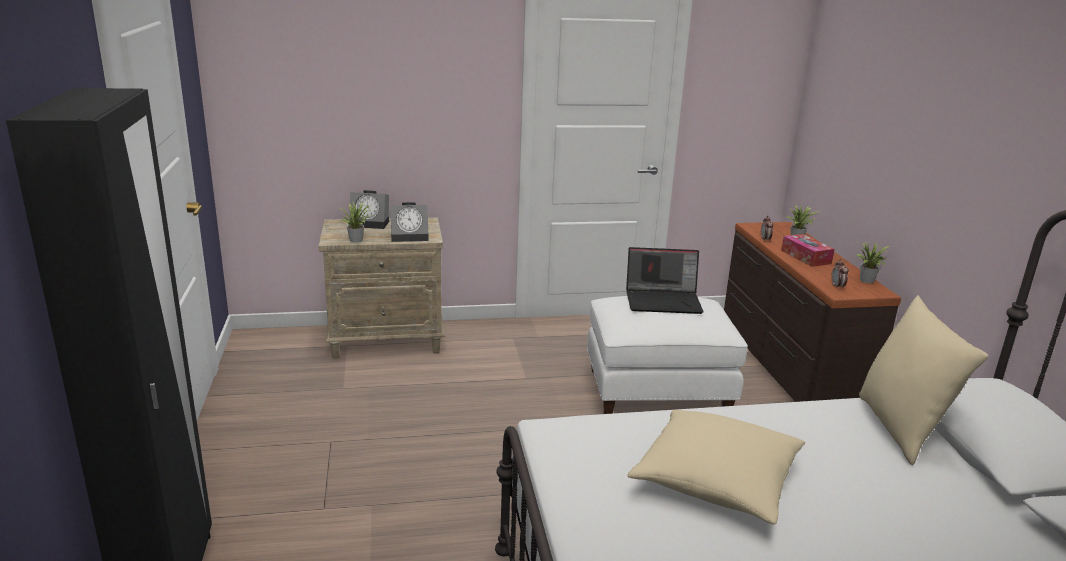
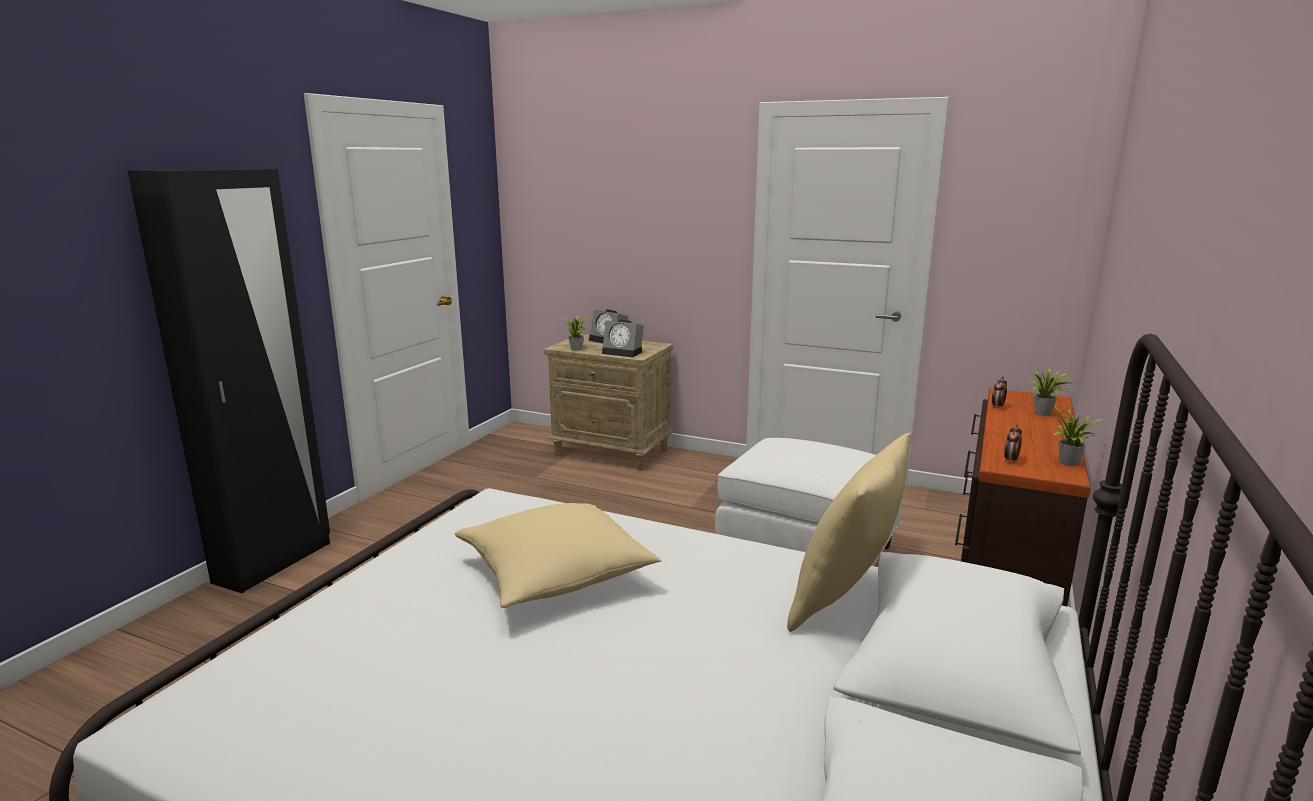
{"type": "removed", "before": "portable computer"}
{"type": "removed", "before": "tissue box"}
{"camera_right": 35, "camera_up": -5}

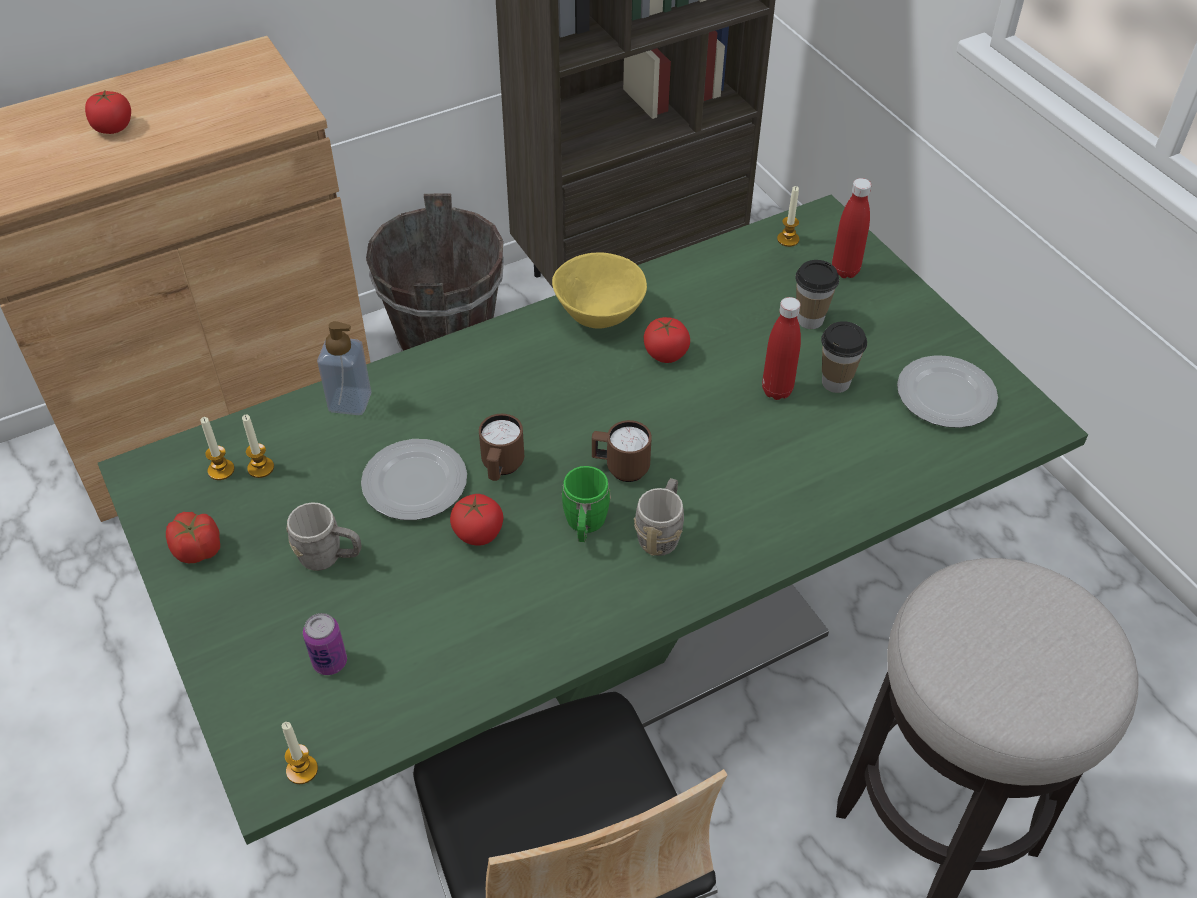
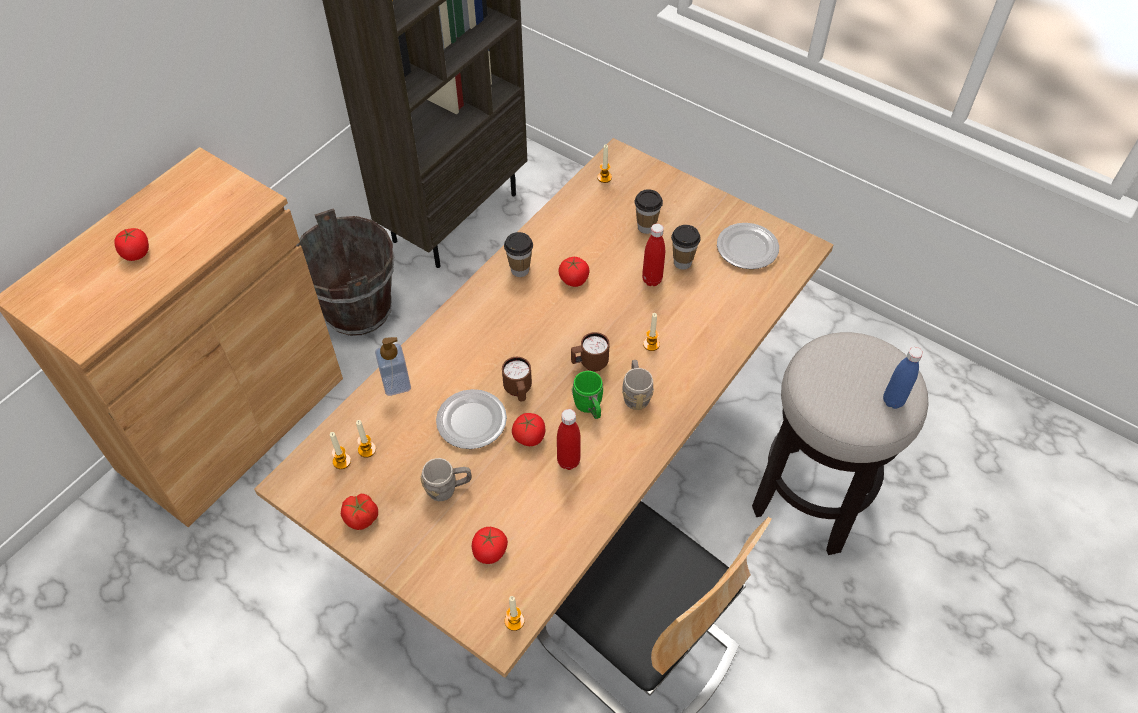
{"type": "added", "after": "candle (5th from left)"}
{"type": "added", "after": "blue-coloured bottle"}
{"type": "moved", "before": "red bottle (2nd from left in the first image)", "after": "red bottle (1st from left)"}
{"type": "replaced", "before": "sealed can", "after": "tomato (3rd from left)"}
{"type": "replaced", "before": "yellow-coloured deep dish", "after": "small cup (1st from left)"}
{"type": "recoloured", "before": "green dining table", "after": "beige dining table"}
{"camera_right": -25, "camera_up": 5}

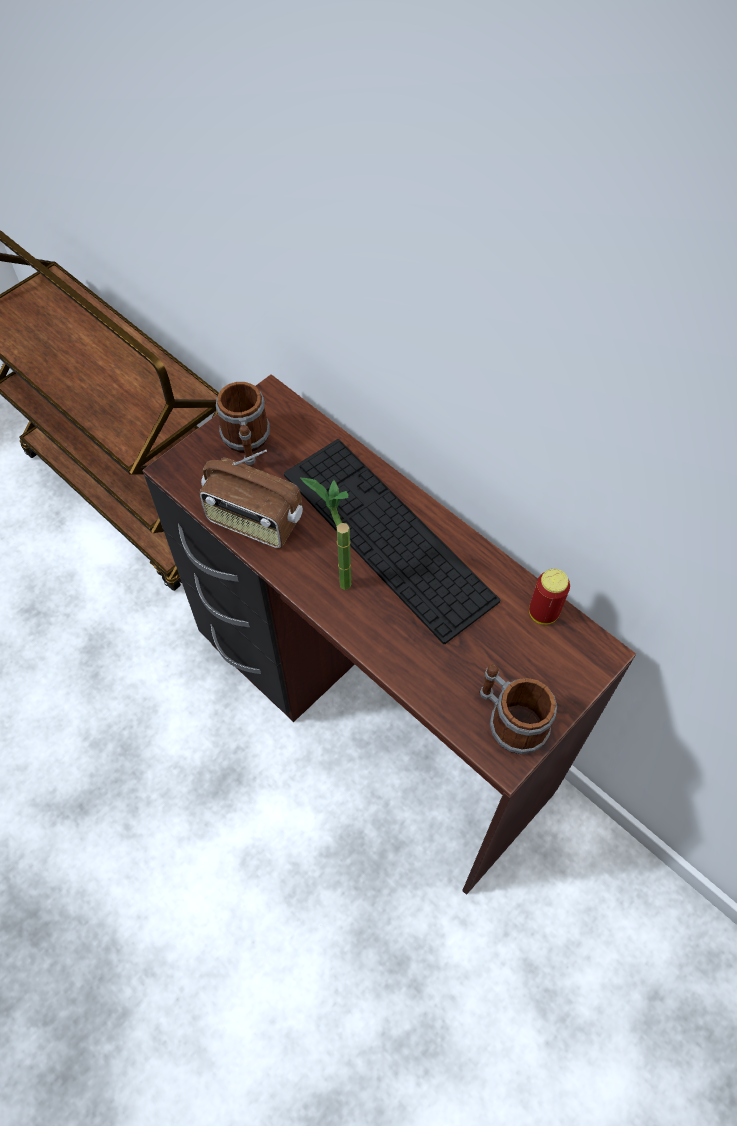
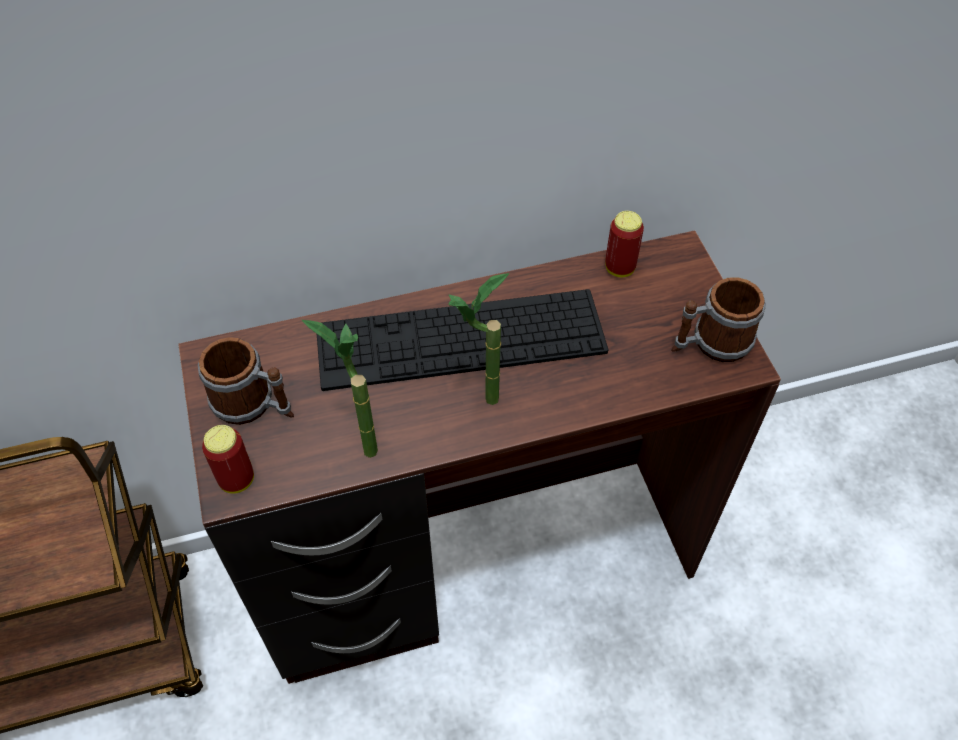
{"type": "added", "after": "sealed can (1st from left)"}
{"type": "replaced", "before": "radio receiver", "after": "houseplant (1st from left)"}
{"camera_right": -60, "camera_up": -5}

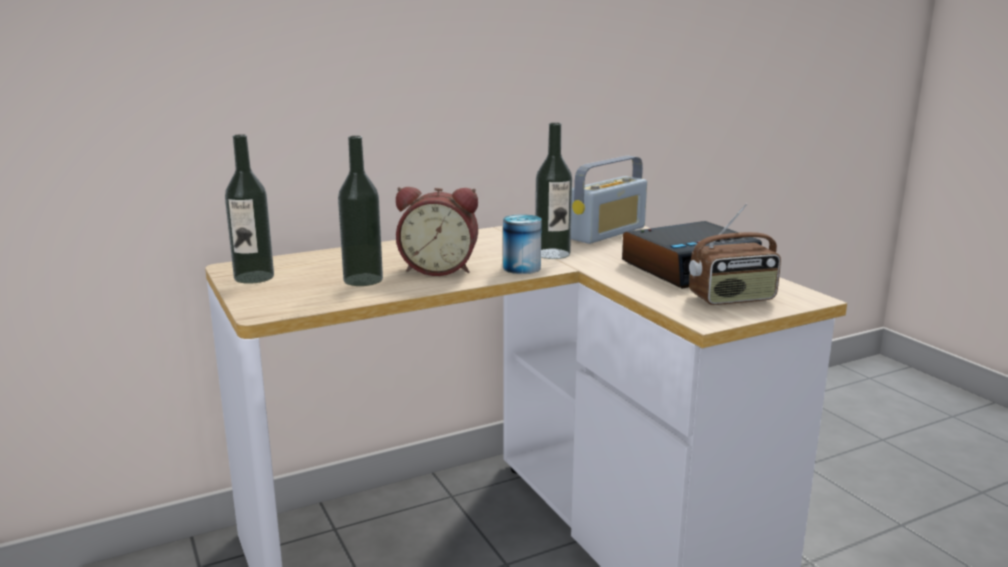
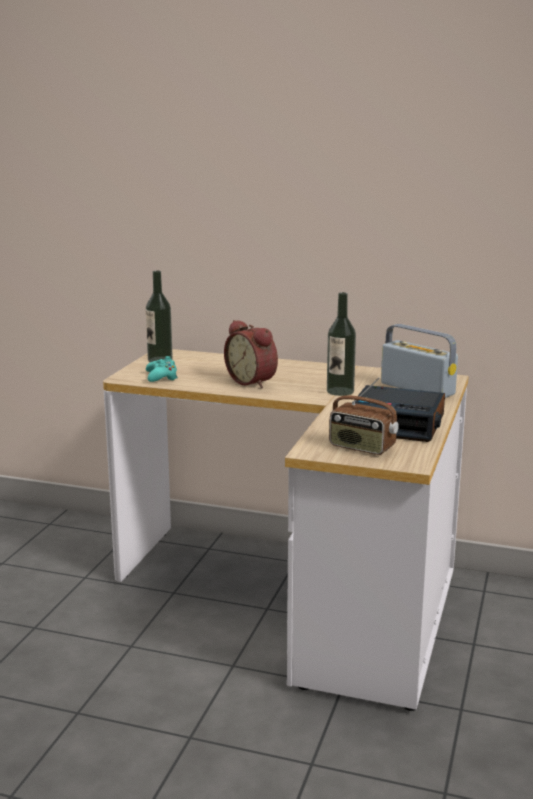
{"type": "removed", "before": "bottle (2nd from left)"}
{"type": "removed", "before": "sealed can"}
{"type": "added", "after": "blue-green gamepad"}
{"type": "turned", "before": "radio receiver (1st from left in the first image)", "turn": -135}
{"camera_right": 45, "camera_up": 0}

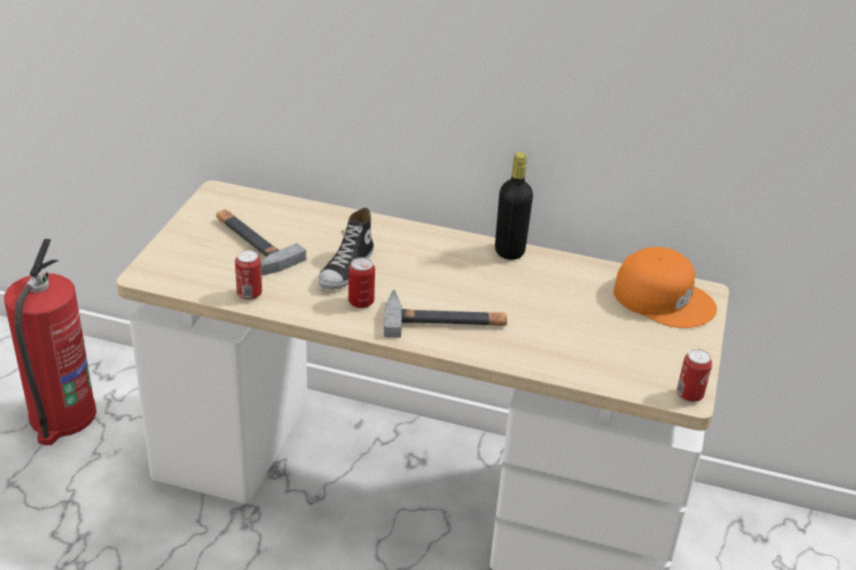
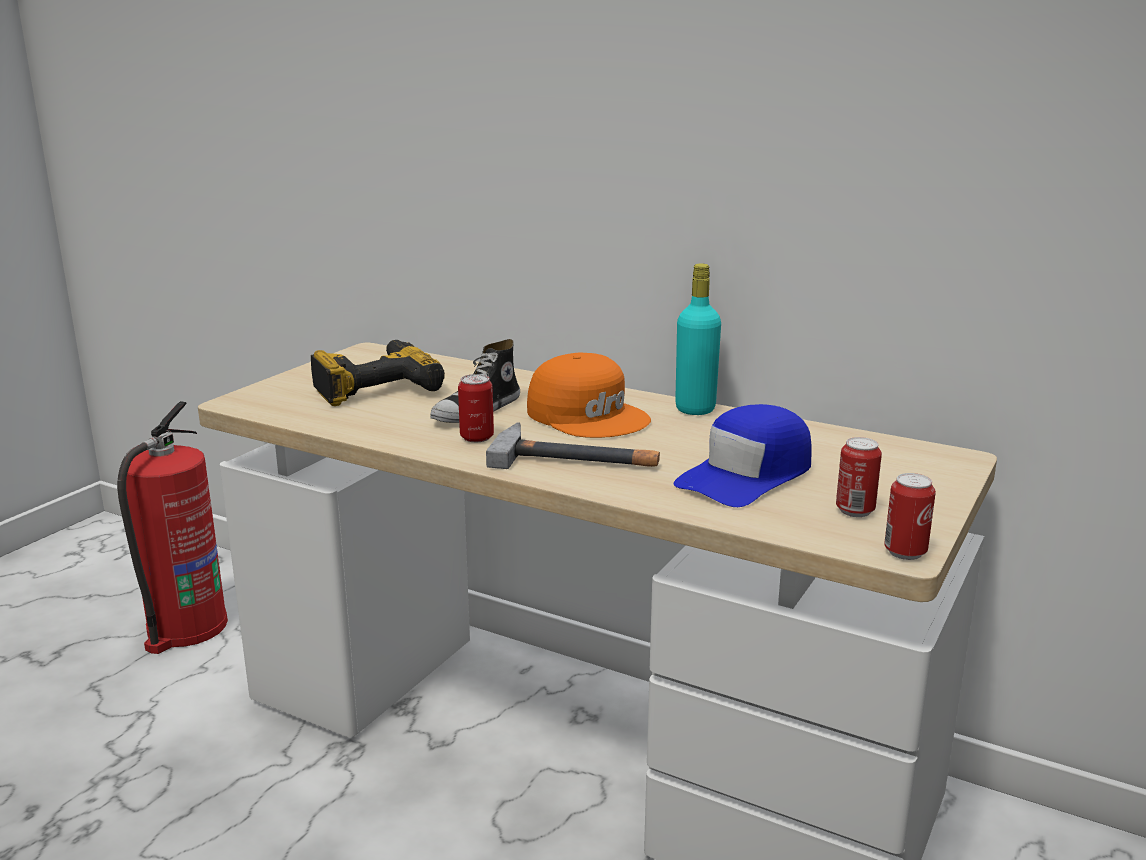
{"type": "added", "after": "blue-coloured peaked cap"}
{"type": "moved", "before": "sealed can (1st from left in the first image)", "after": "sealed can (2nd from left)"}
{"type": "moved", "before": "orangey peaked cap"}
{"type": "replaced", "before": "hammer (1st from left)", "after": "electric drill"}
{"type": "recoloured", "before": "black bottle", "after": "blue-green bottle"}
{"camera_right": 15, "camera_up": -15}

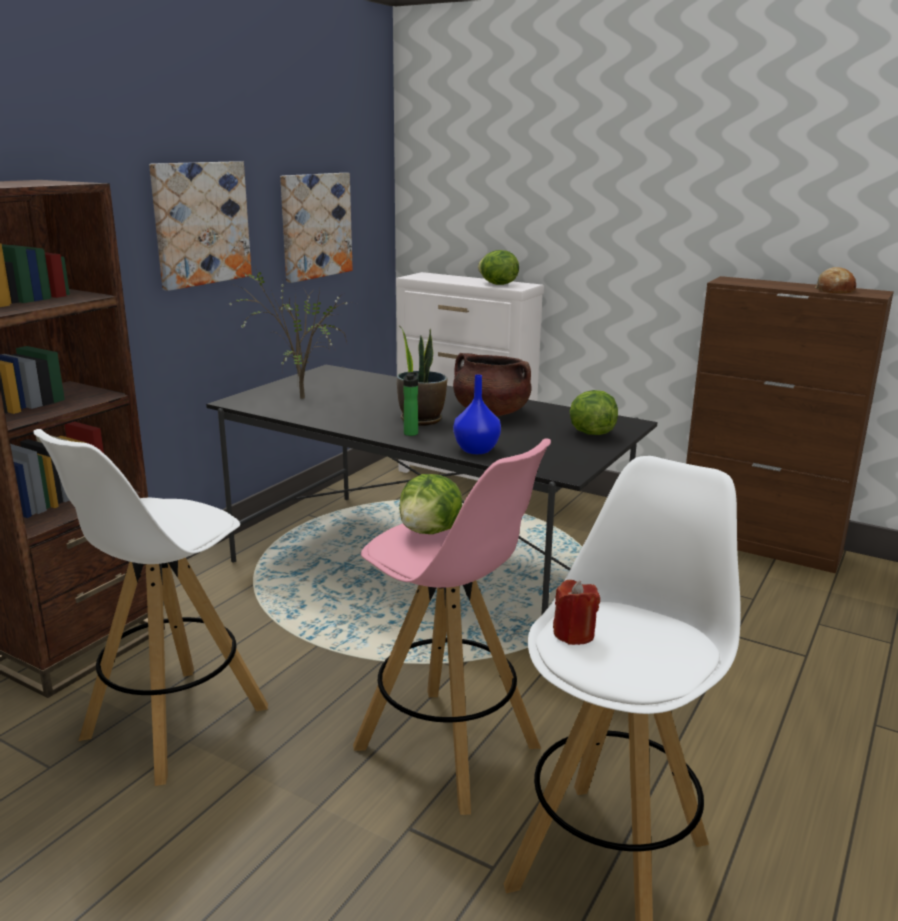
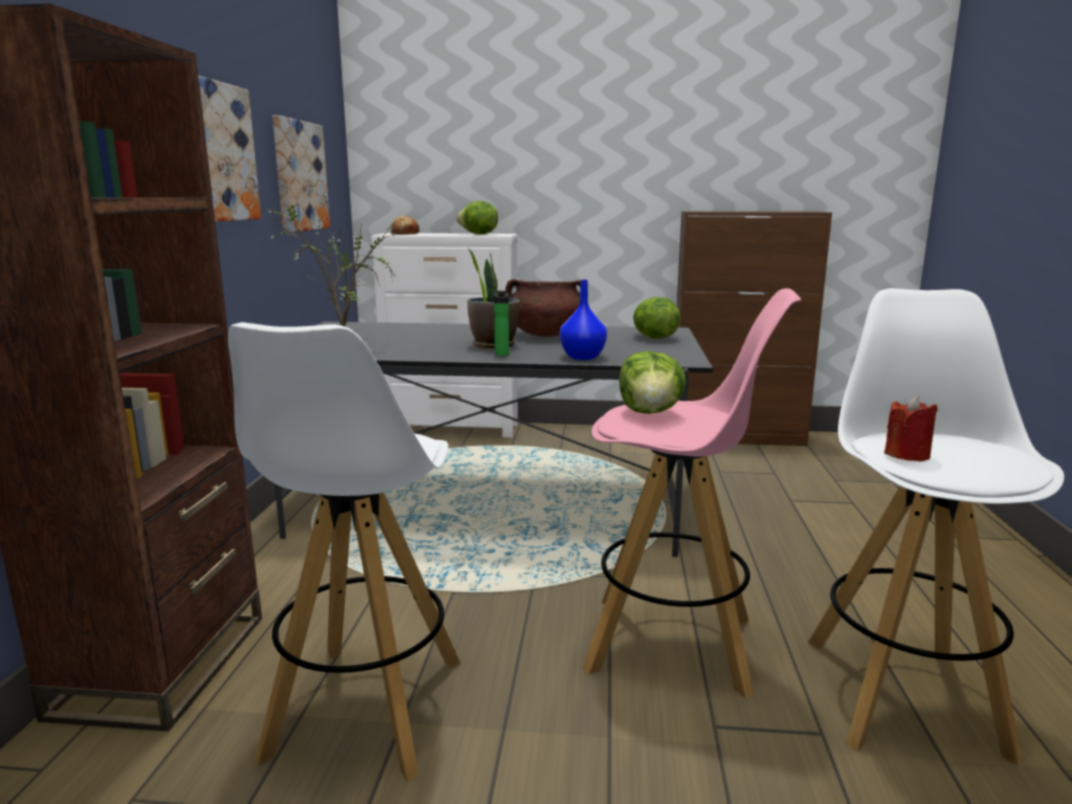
{"type": "moved", "before": "bread"}
{"camera_right": -25, "camera_up": -5}

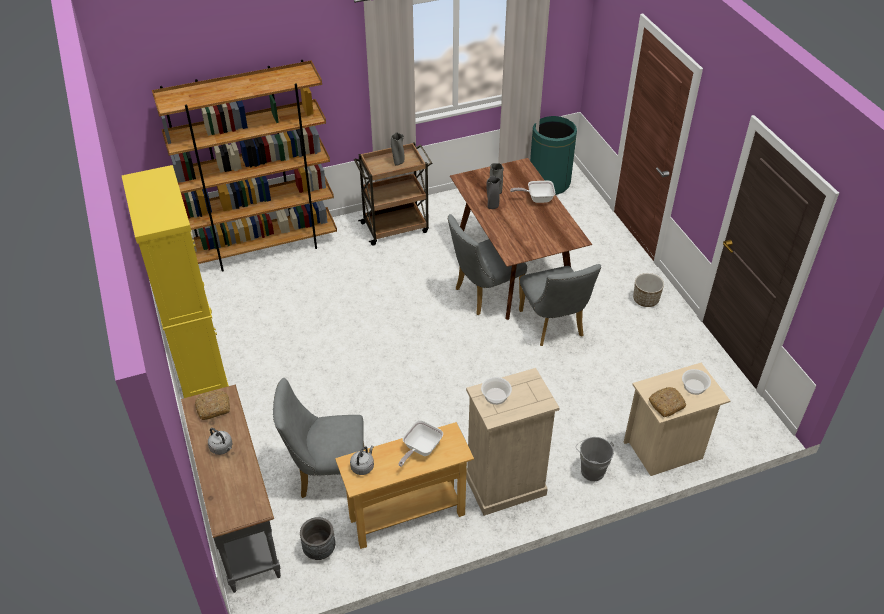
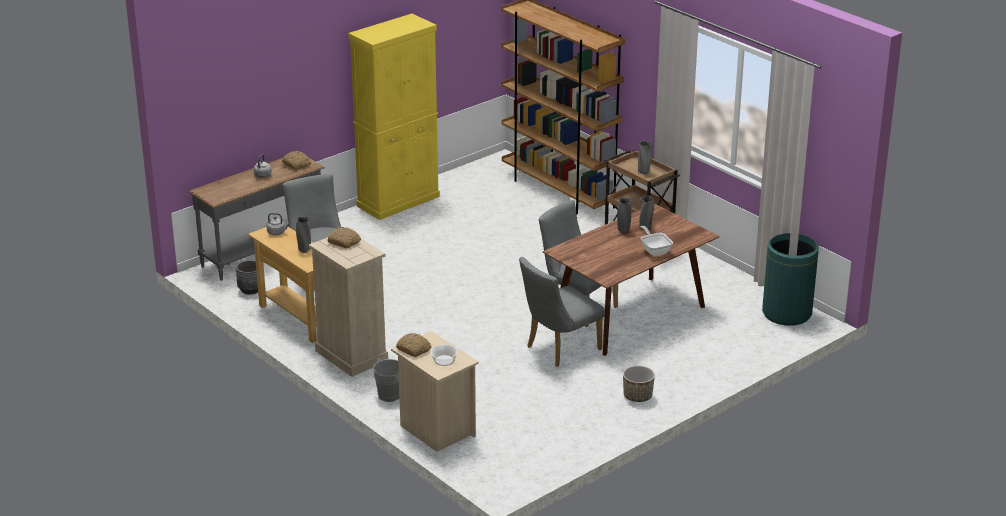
{"type": "replaced", "before": "skillet (1st from left)", "after": "greyish decorative vase (1st from left)"}
{"type": "replaced", "before": "deep dish (1st from left)", "after": "bread (2nd from left)"}
{"camera_right": 70, "camera_up": -15}

